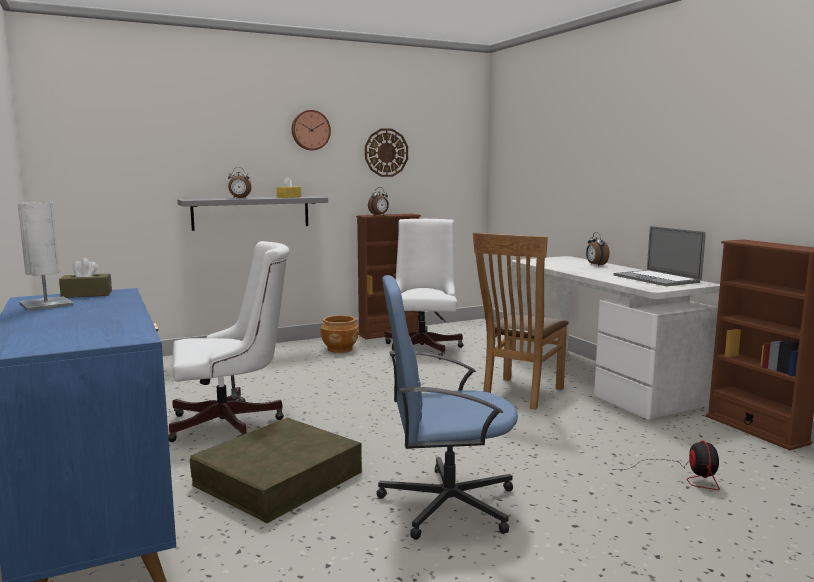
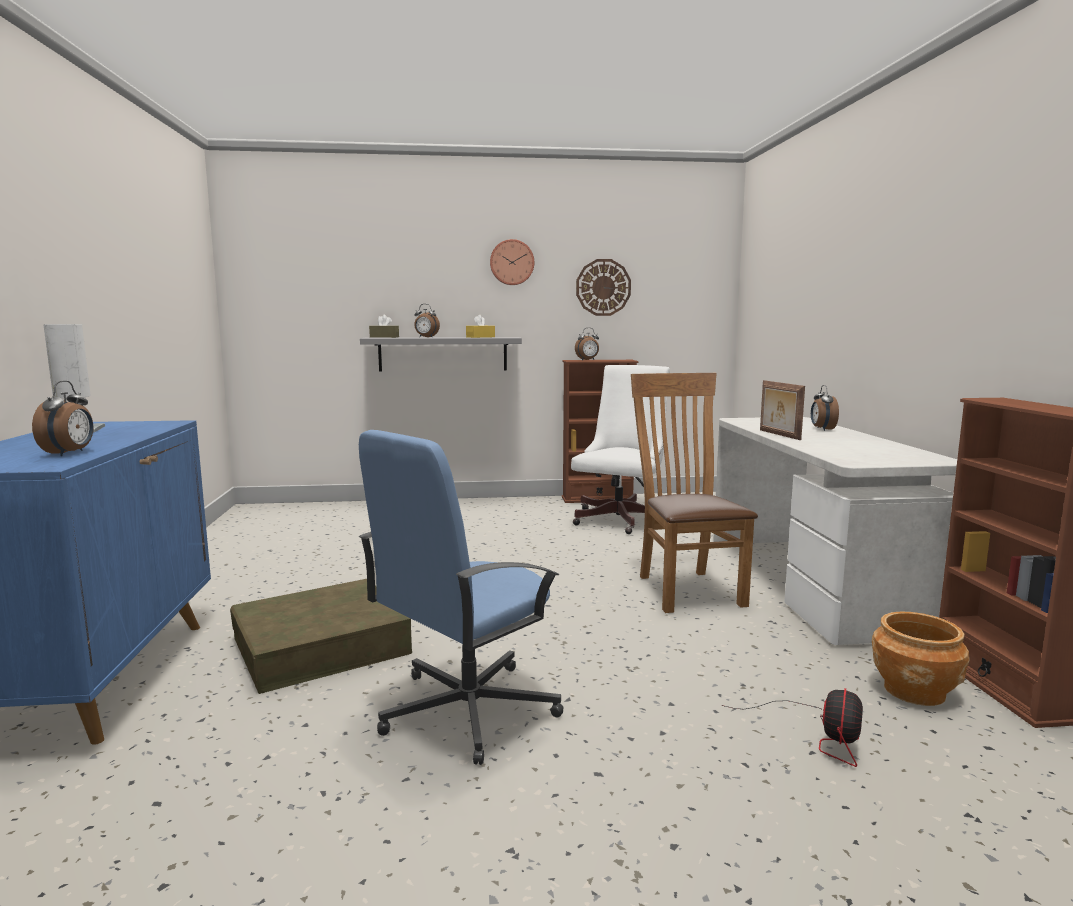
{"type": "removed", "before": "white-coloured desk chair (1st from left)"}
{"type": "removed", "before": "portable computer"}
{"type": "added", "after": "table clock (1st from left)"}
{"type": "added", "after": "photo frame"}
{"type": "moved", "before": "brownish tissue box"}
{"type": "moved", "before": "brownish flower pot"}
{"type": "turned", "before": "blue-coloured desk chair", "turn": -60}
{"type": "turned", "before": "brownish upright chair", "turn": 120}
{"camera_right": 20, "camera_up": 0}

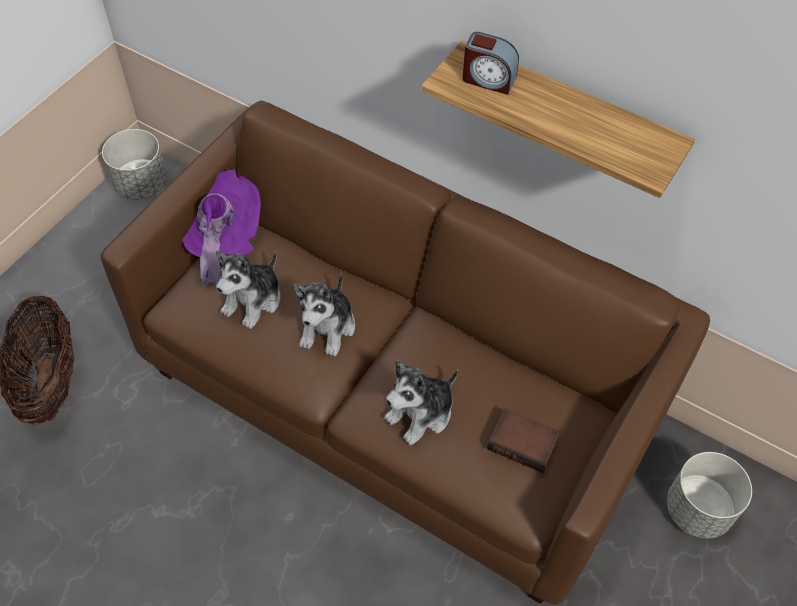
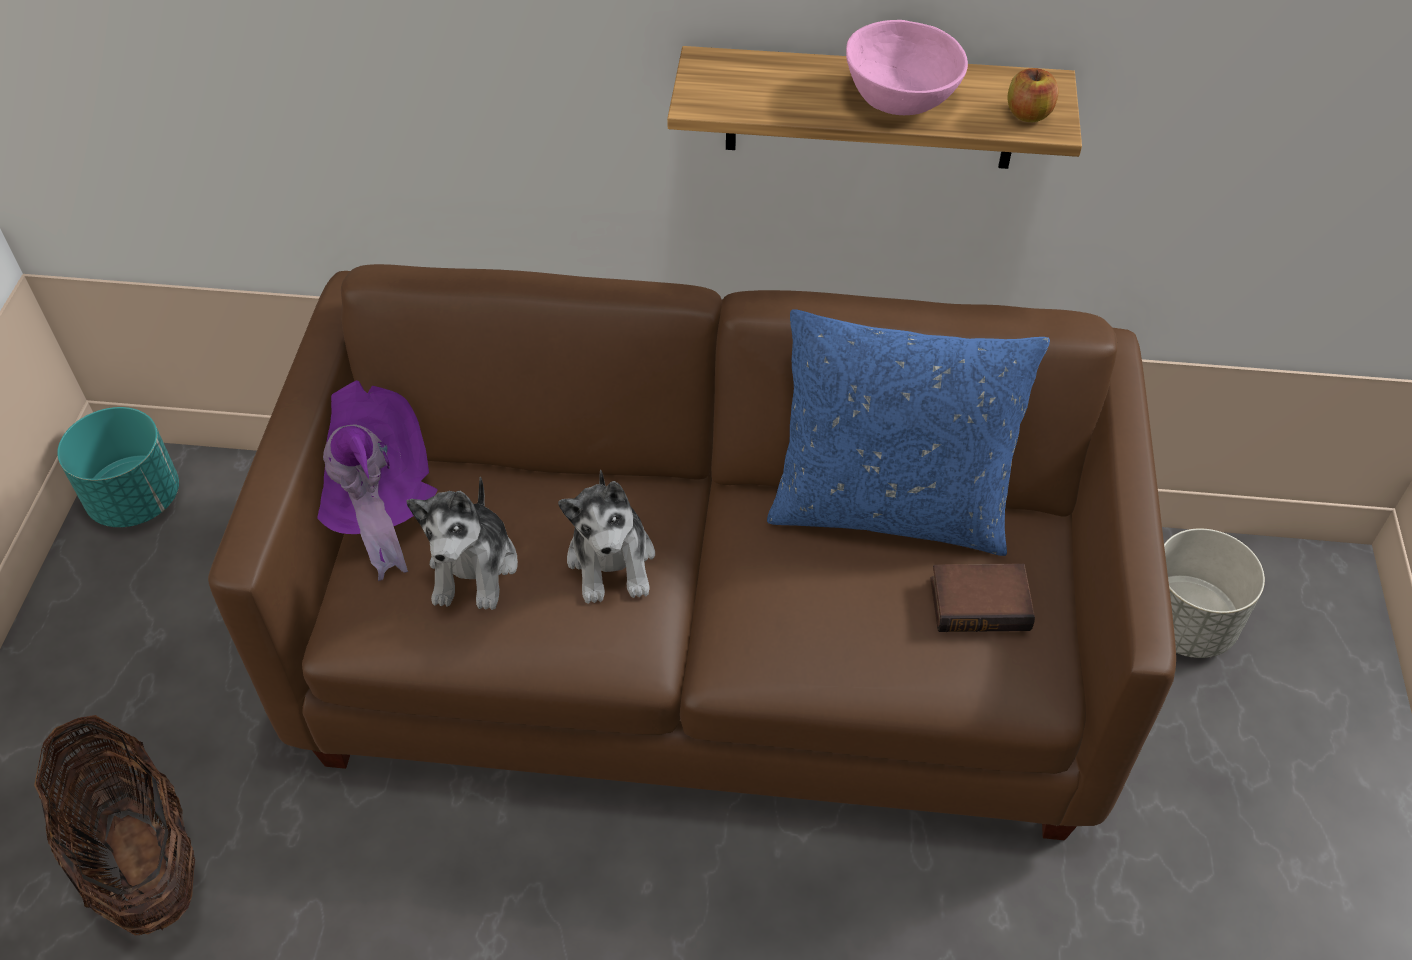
{"type": "removed", "before": "plush toy (3rd from left)"}
{"type": "removed", "before": "table clock"}
{"type": "added", "after": "blue-coloured throw pillow"}
{"type": "added", "after": "pinkish deep dish"}
{"type": "added", "after": "apple"}
{"type": "recoloured", "before": "greyish flower pot (1st from left)", "after": "blue-green flower pot"}
{"camera_right": -25, "camera_up": -5}

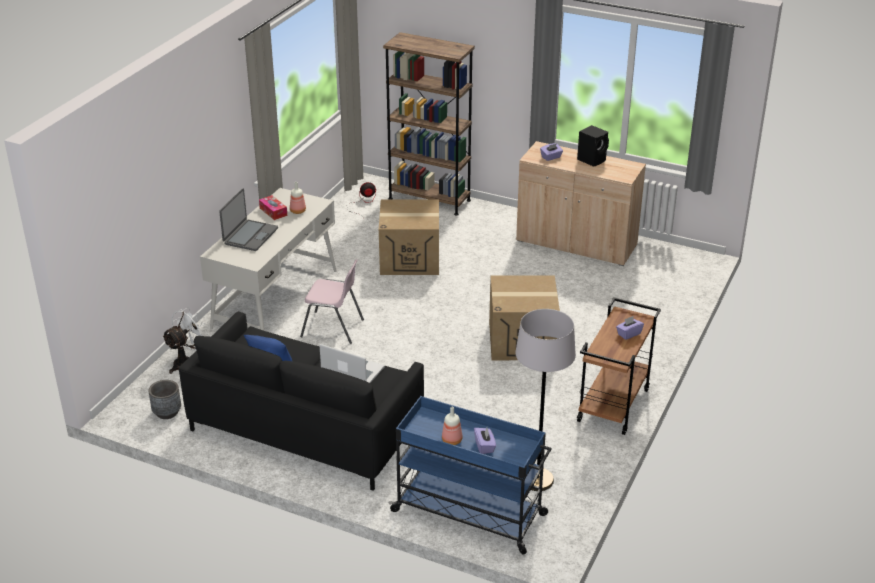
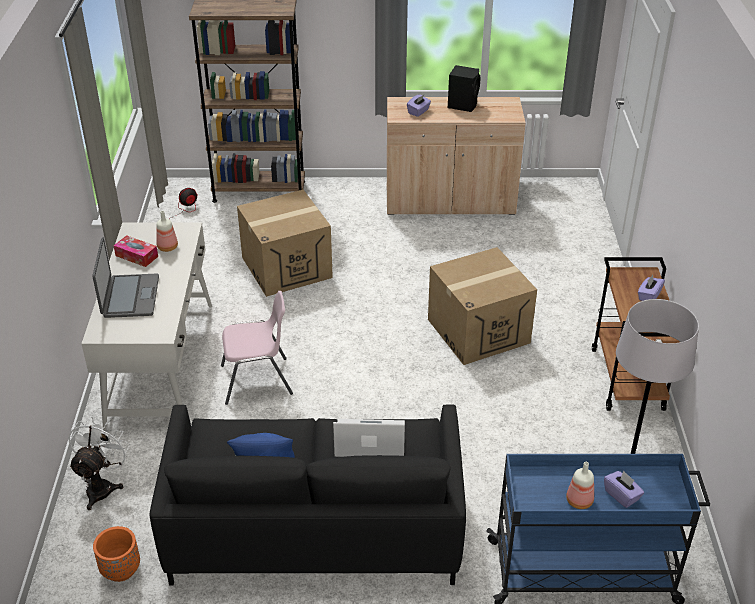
{"type": "recoloured", "before": "greyish flower pot", "after": "orangey flower pot"}
{"camera_right": -25, "camera_up": 5}

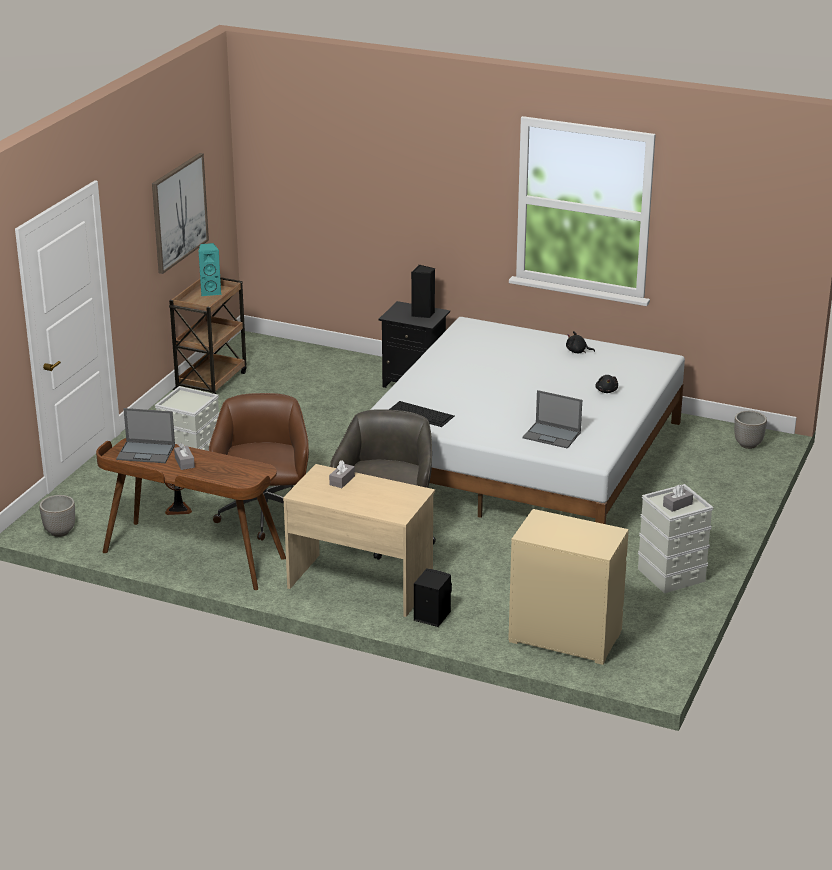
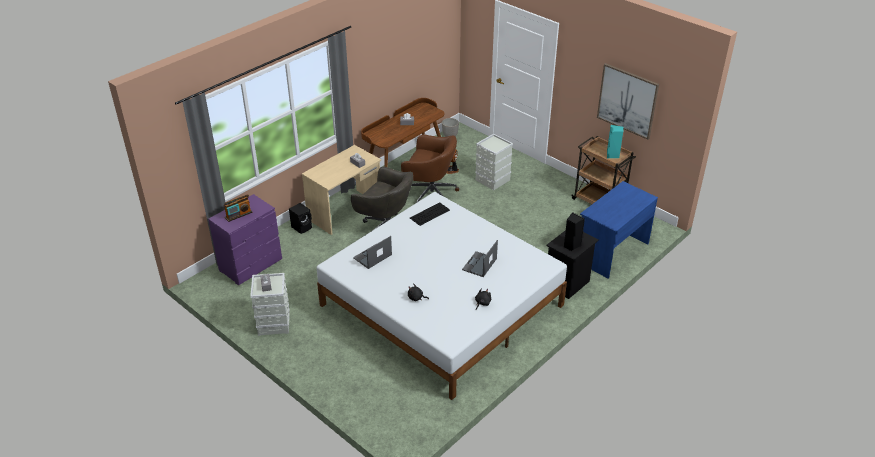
{"type": "removed", "before": "flower pot (2nd from left)"}
{"type": "added", "after": "radio receiver"}
{"type": "added", "after": "blue-coloured desk unit"}
{"type": "moved", "before": "portable computer (1st from left in the first image)", "after": "portable computer (2nd from left)"}
{"type": "recoloured", "before": "beige chest of drawers", "after": "purple chest of drawers"}
{"camera_right": 110, "camera_up": 10}

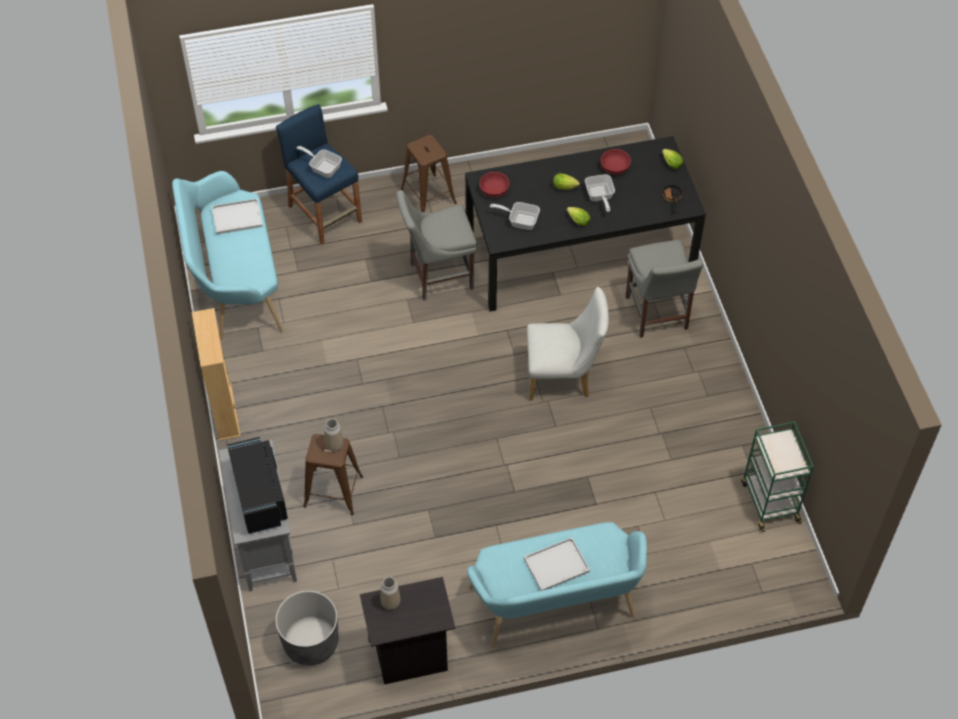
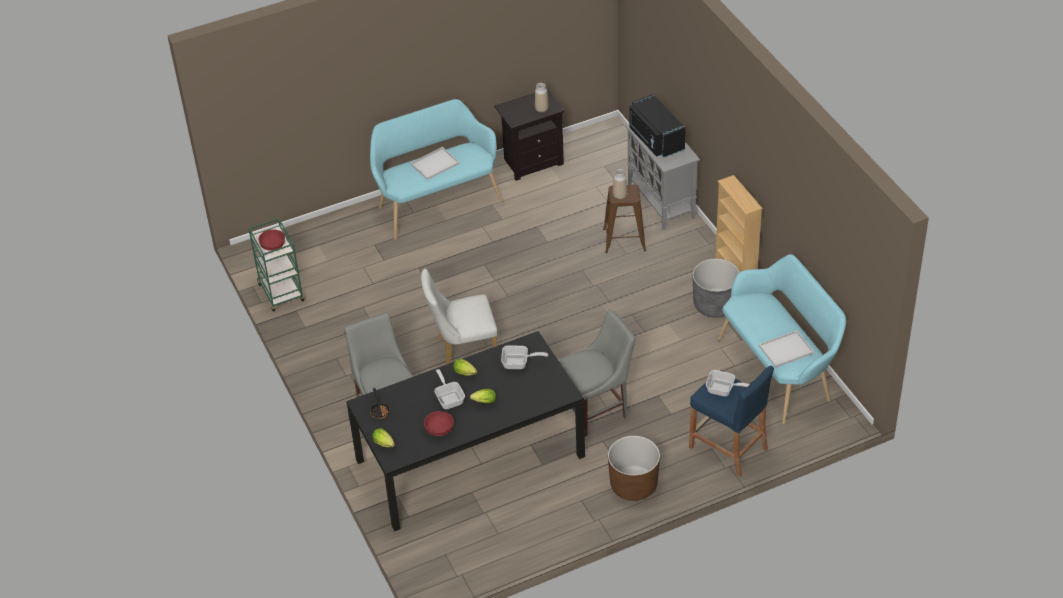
{"type": "moved", "before": "greyish flower pot"}
{"type": "moved", "before": "red deep dish (1st from left)"}
{"type": "replaced", "before": "brownish stool (2nd from left)", "after": "brownish flower pot"}
{"camera_right": 170, "camera_up": -10}

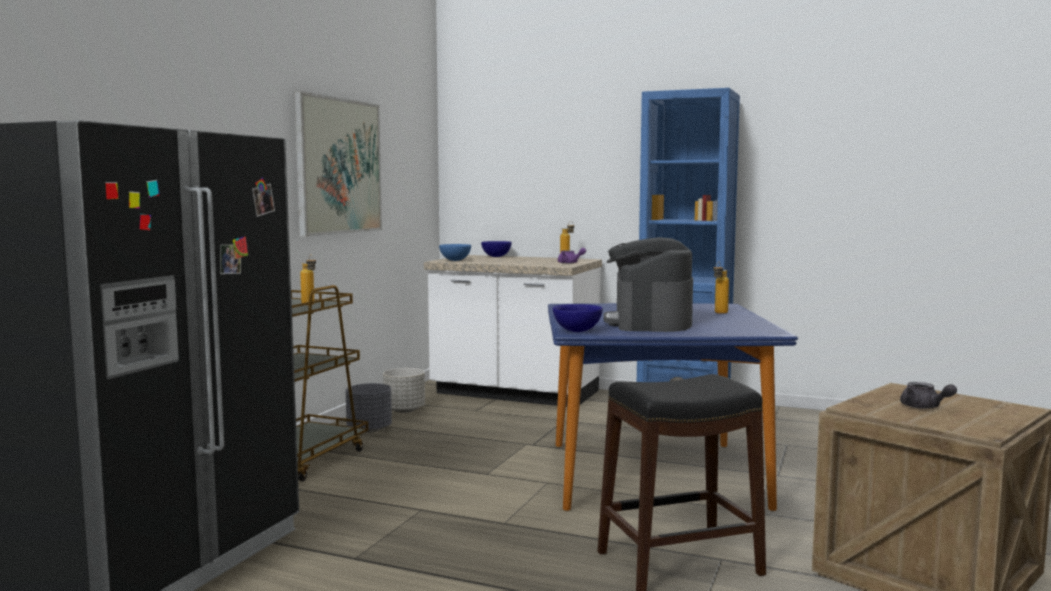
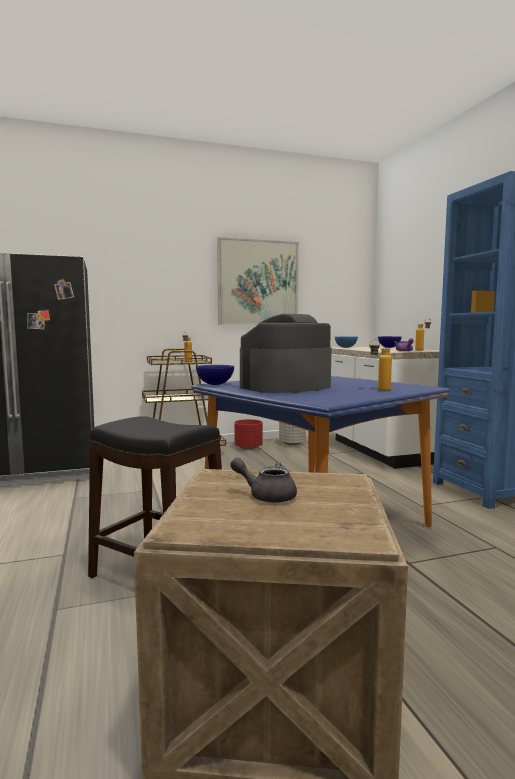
{"type": "recoloured", "before": "greyish flower pot (1st from left)", "after": "red flower pot"}
{"type": "turned", "before": "greyish tea pot", "turn": 90}
{"camera_right": 50, "camera_up": 0}

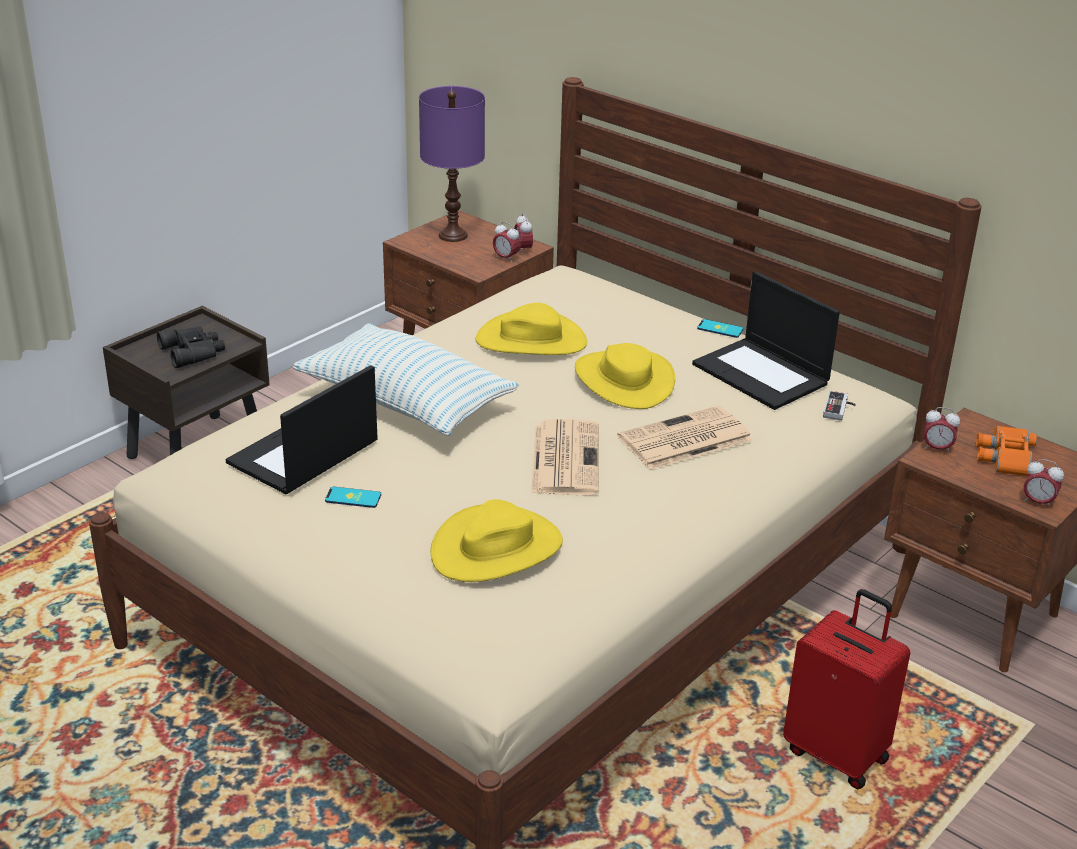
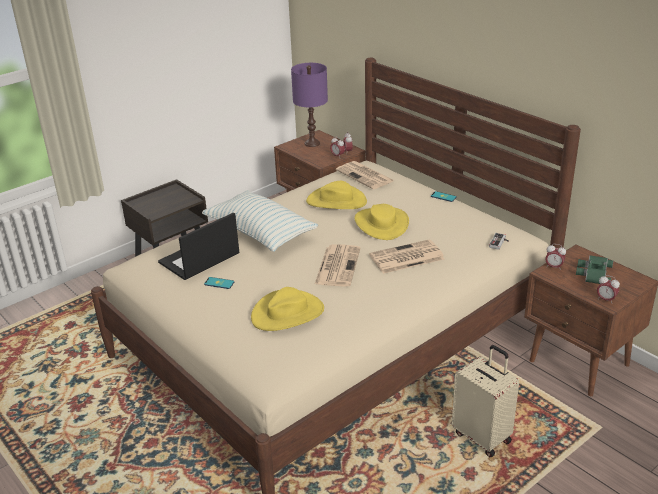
{"type": "removed", "before": "black field glasses"}
{"type": "removed", "before": "portable computer (2nd from left)"}
{"type": "added", "after": "daily paper (2nd from left)"}
{"type": "recoloured", "before": "red travel case", "after": "beige travel case"}
{"type": "recoloured", "before": "orangey field glasses", "after": "green field glasses"}
{"camera_right": 10, "camera_up": 0}

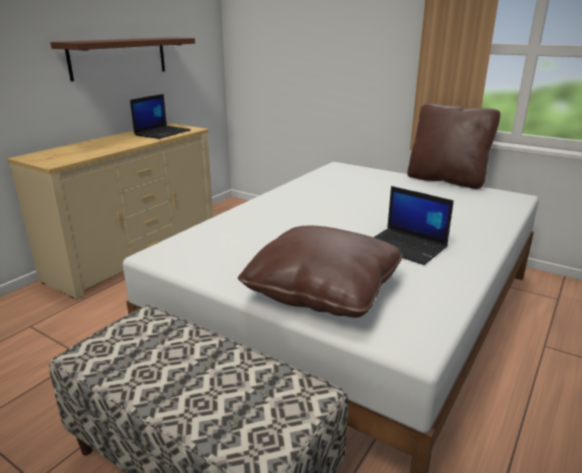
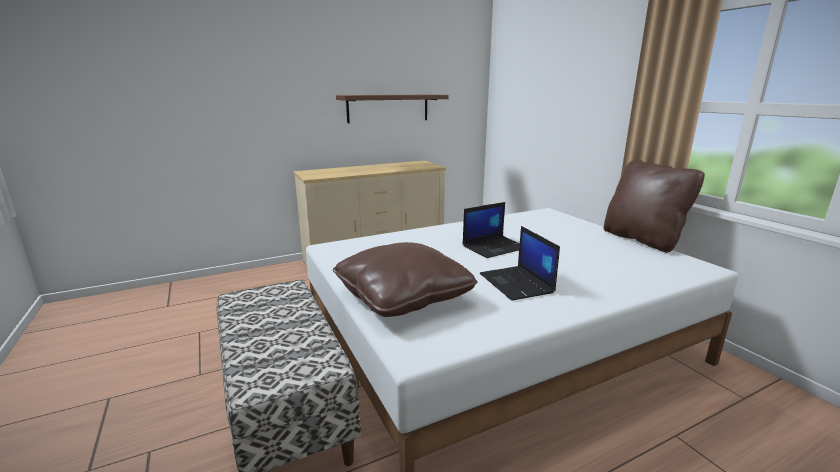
{"type": "moved", "before": "portable computer (1st from left)"}
{"camera_right": 30, "camera_up": -5}

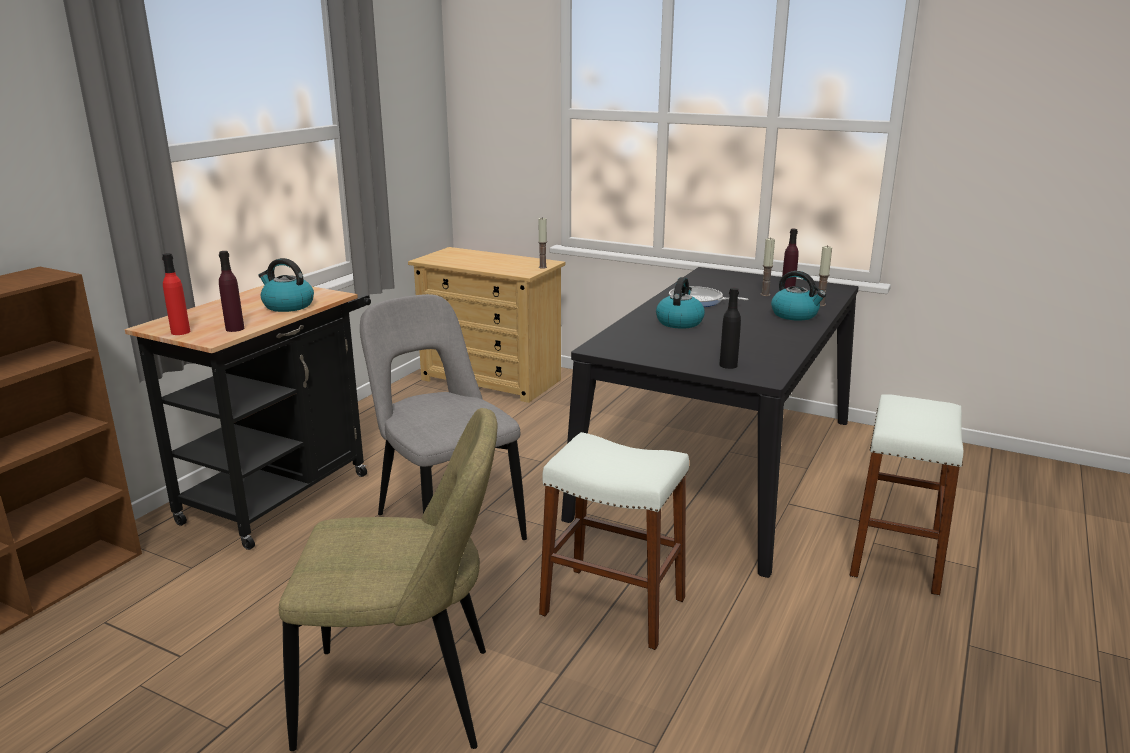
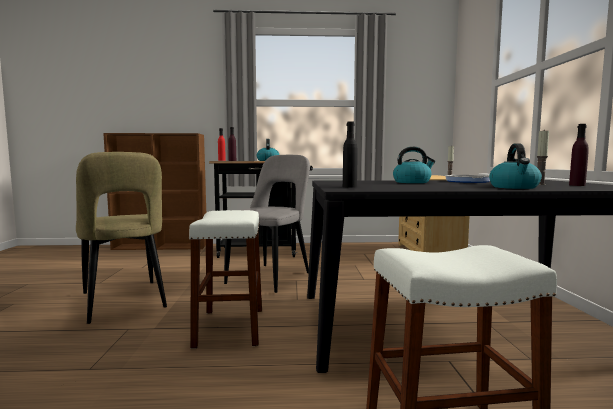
{"type": "removed", "before": "candle (3rd from left)"}
{"camera_right": 60, "camera_up": -15}

